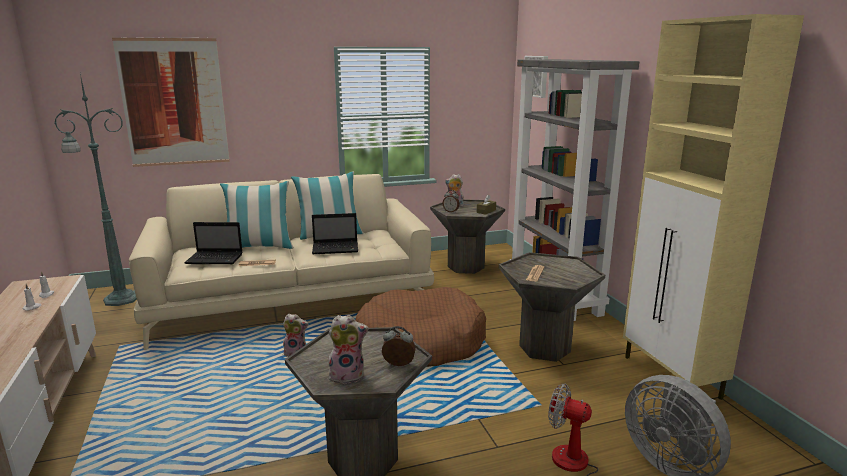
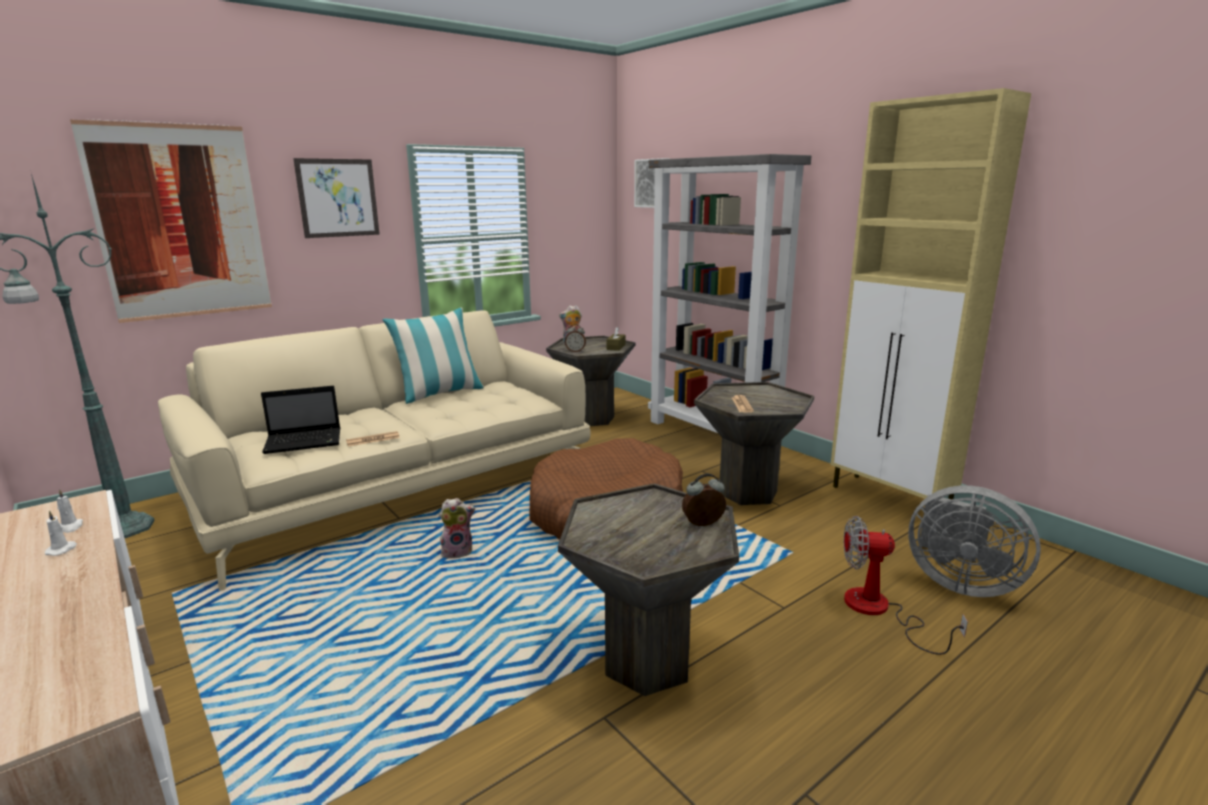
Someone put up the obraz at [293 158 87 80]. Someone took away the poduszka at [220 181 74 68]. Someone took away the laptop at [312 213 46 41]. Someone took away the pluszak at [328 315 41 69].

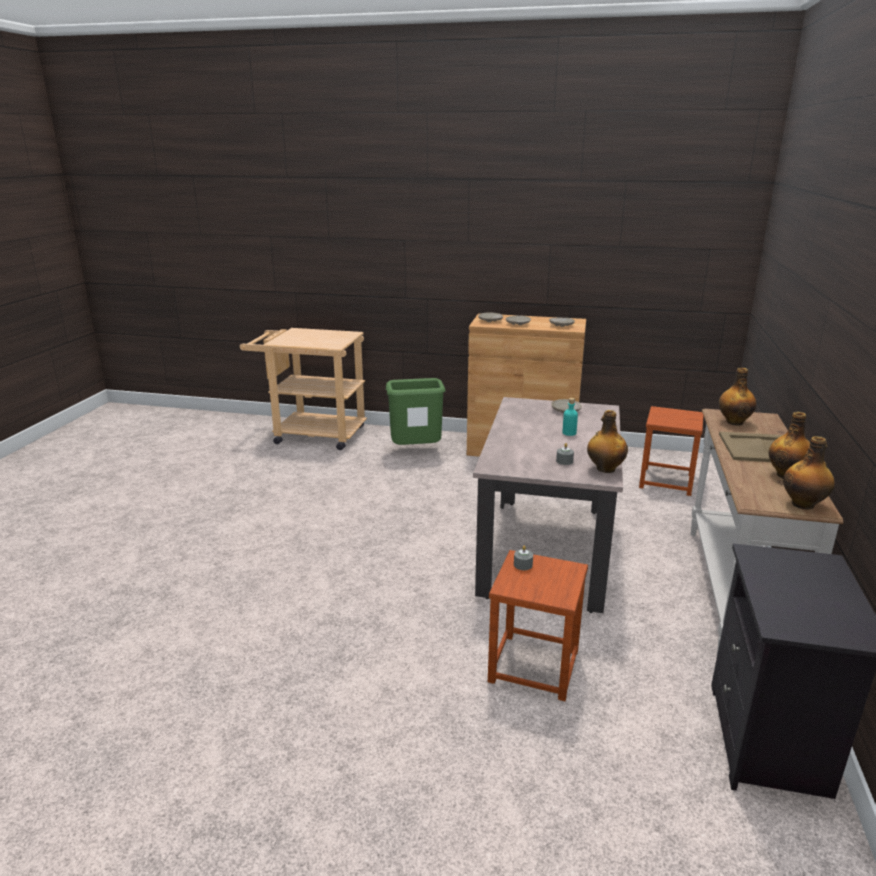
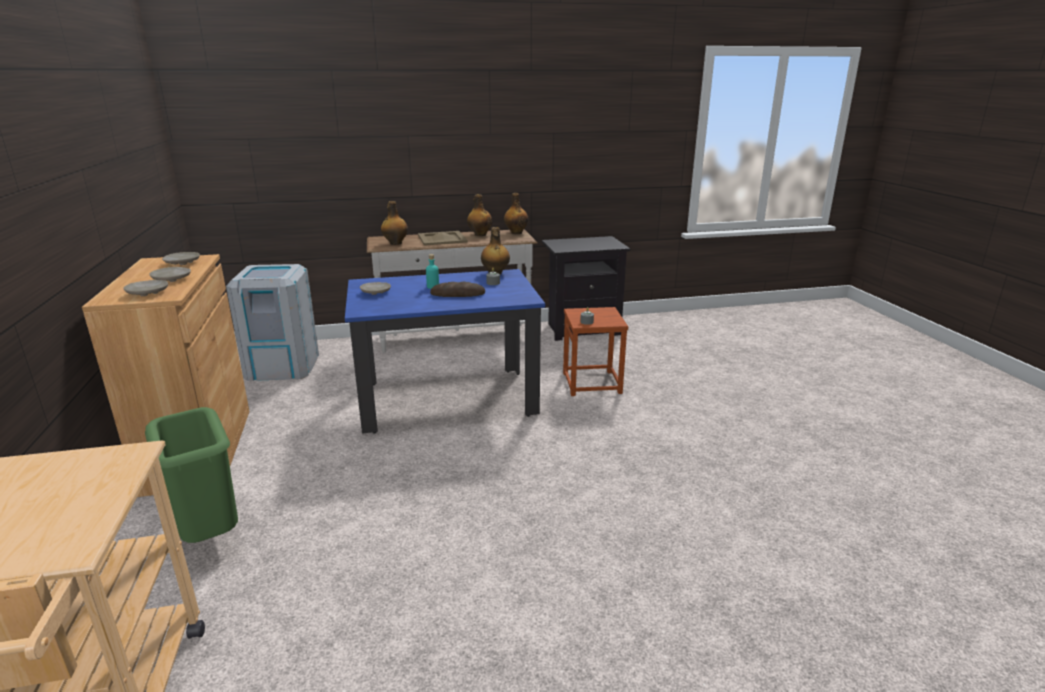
Someone swapped the stołek [brązowy] at [639 406 65 90] for the kosz na śmieci [szary] at [226 264 93 117]. Someone repainted the stół jadalny [beżowy] at [473 397 150 216], which became the stół jadalny [niebieski] at [345 269 200 165]. Someone put down the chleb at [430 282 55 15].

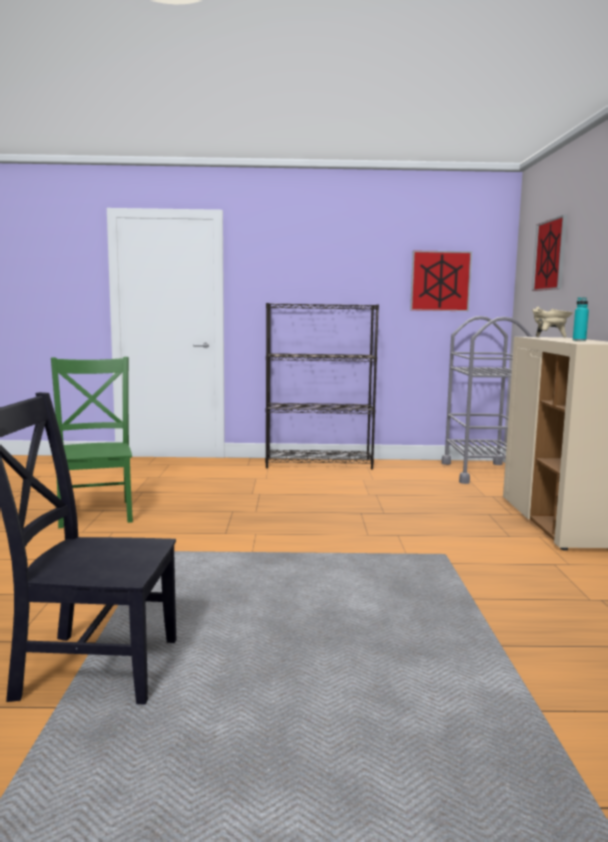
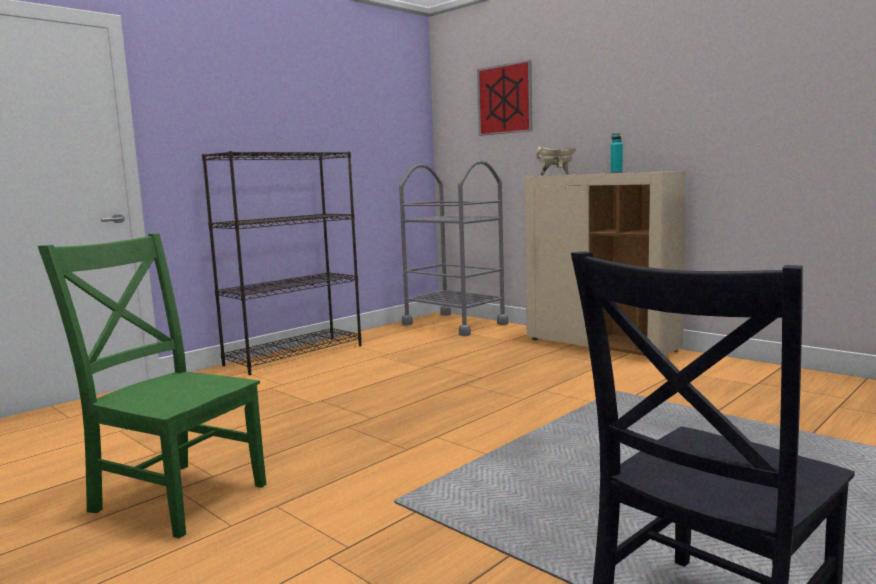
Someone took away the obraz at [410 251 62 60].

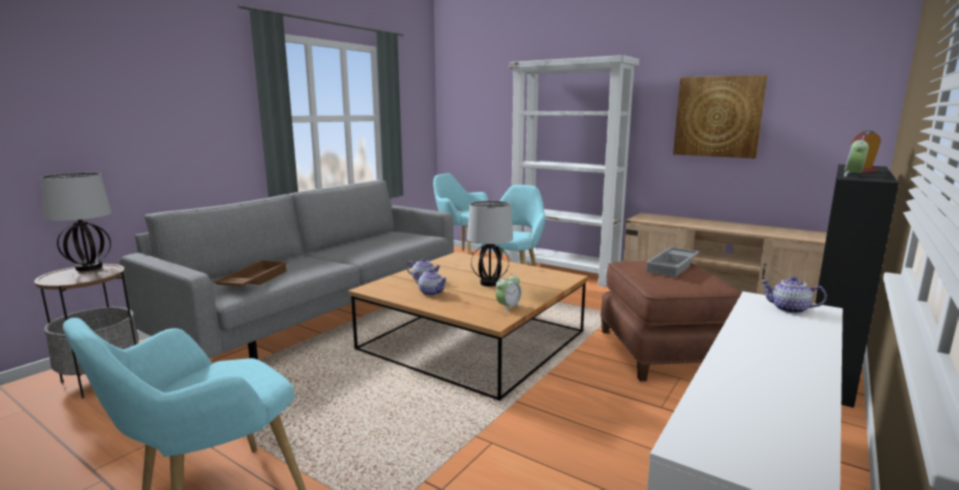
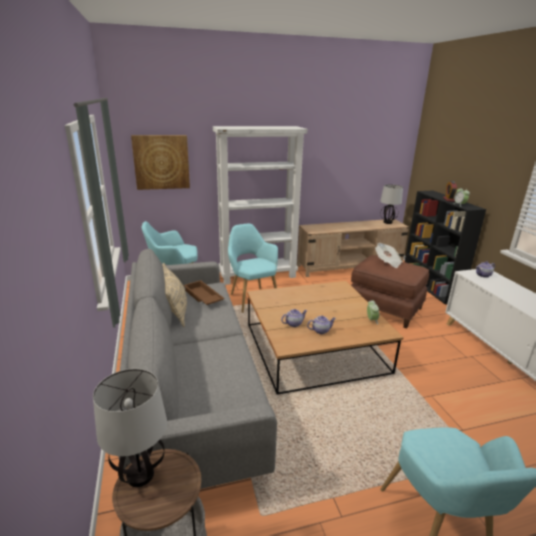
Someone carried the obraz from [673 75 95 84] to [131 135 59 55]. Someone put down the poduszka [beżowy] at [162 263 25 64]. Someone carried the taca [brązowy] from [213 260 75 26] to [184 280 41 25]. Someone swapped the taca [szary] at [645 247 55 30] for the gazeta at [375 243 28 25]. Someone carried the lampa stołowa from [467 201 46 86] to [380 184 23 40].

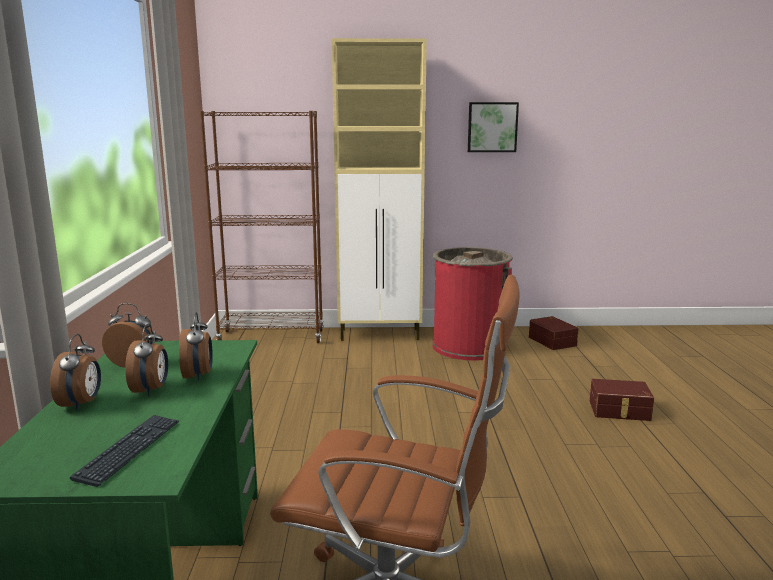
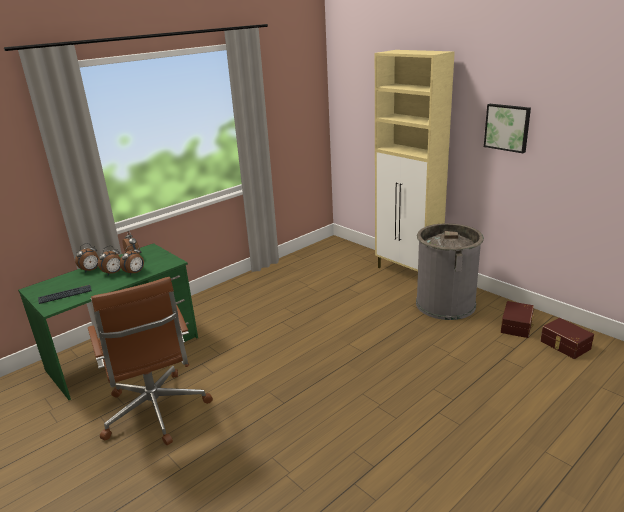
Someone repainted the kosz na śmieci [czerwony] at [433 247 80 114], which became the kosz na śmieci [szary] at [416 223 68 97]. Someone carried the pojemnik do przechowywania [brązowy] from [590 379 64 42] to [540 318 54 41]. Someone took away the regał [brązowy] at [200 111 124 232].

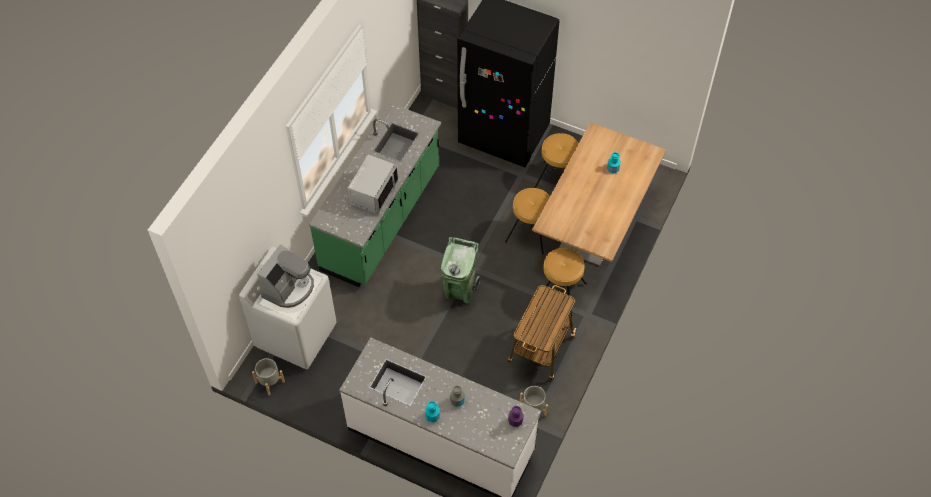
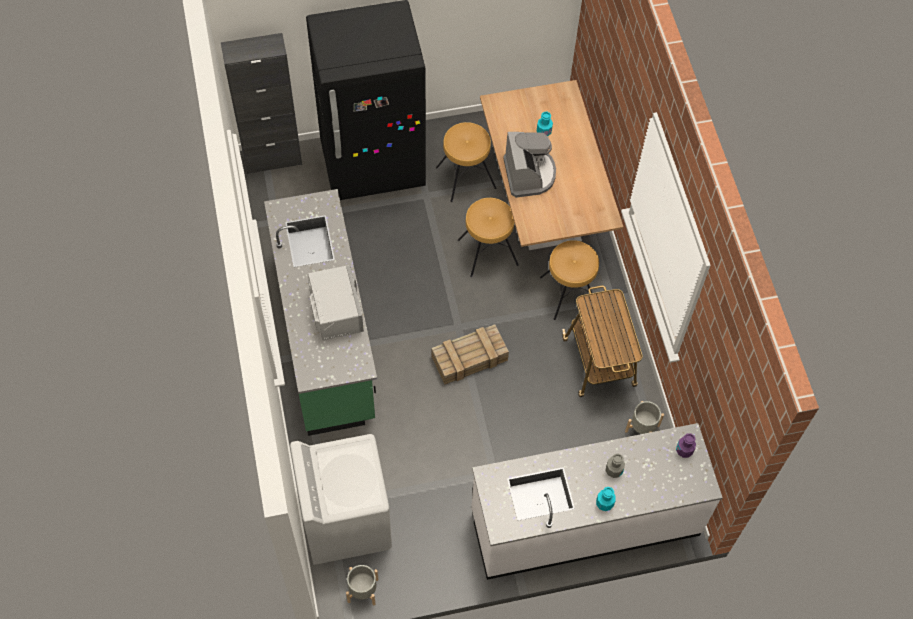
Someone swapped the kosz na śmieci [zielony] at [440 237 40 67] for the skrzynka at [432 325 77 60]. Someone carried the ekspres do kawy from [257 244 57 64] to [503 132 53 66].

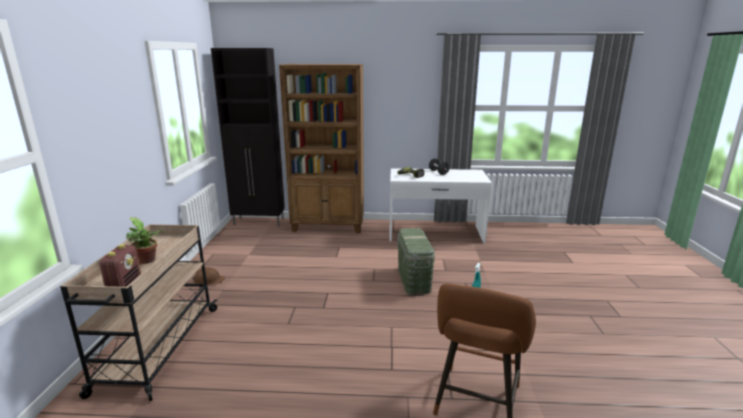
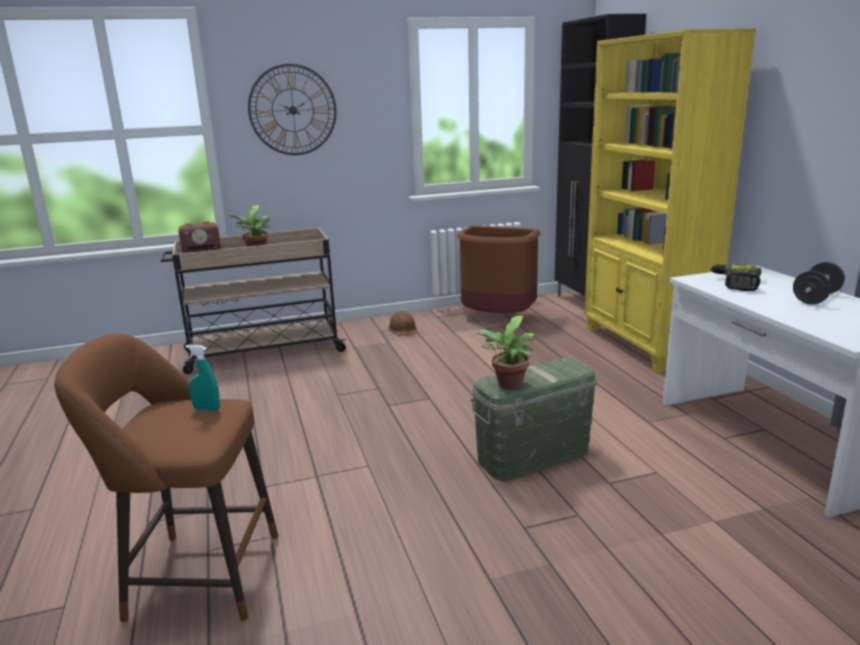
Someone put up the zegar ścienny at [248 64 89 91]. Someone put down the kosz na śmieci [brązowy] at [457 225 84 88]. Someone put down the roślina doniczkowa at [474 316 61 74]. Someone repainted the regał [brązowy] at [279 64 85 169], which became the regał [żółty] at [584 29 172 344].

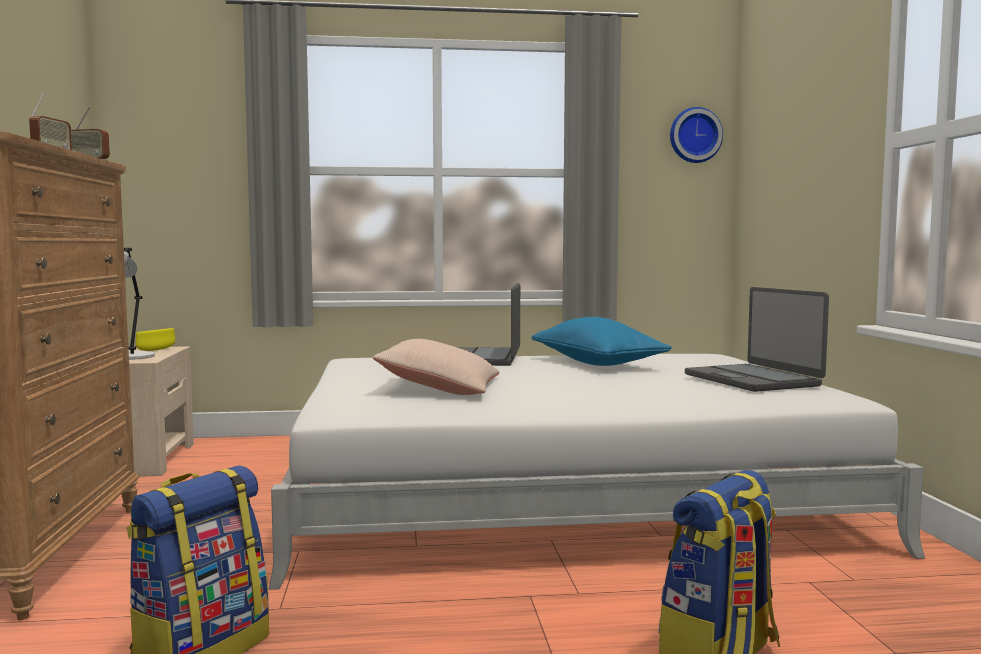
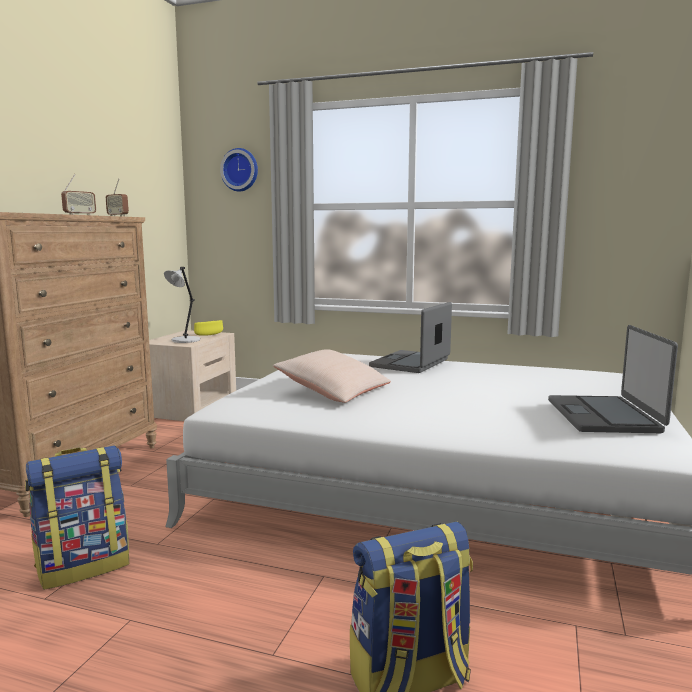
Someone carried the zegar ścienny from [670 107 53 56] to [220 148 38 44]. Someone took away the poduszka [niebieski] at [532 317 140 49].

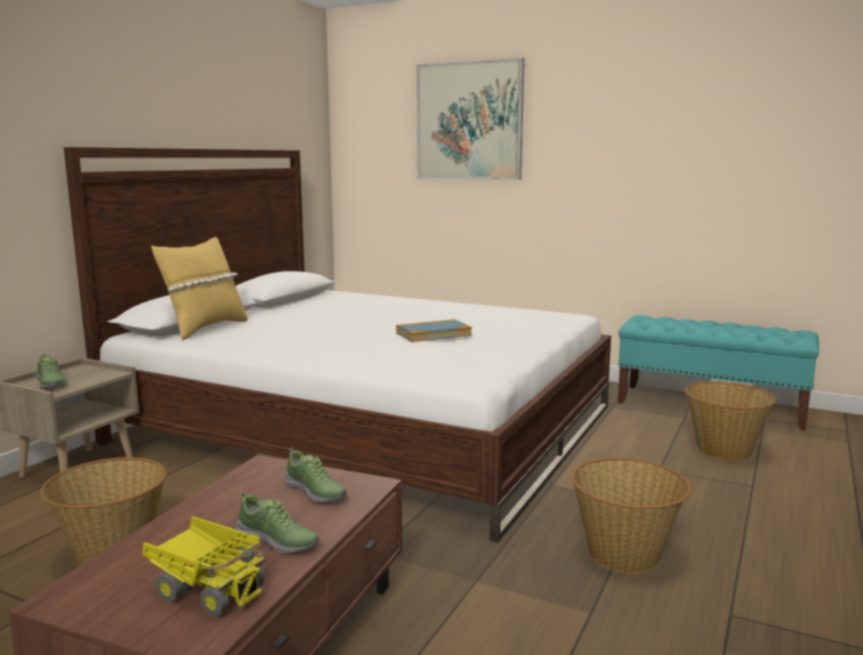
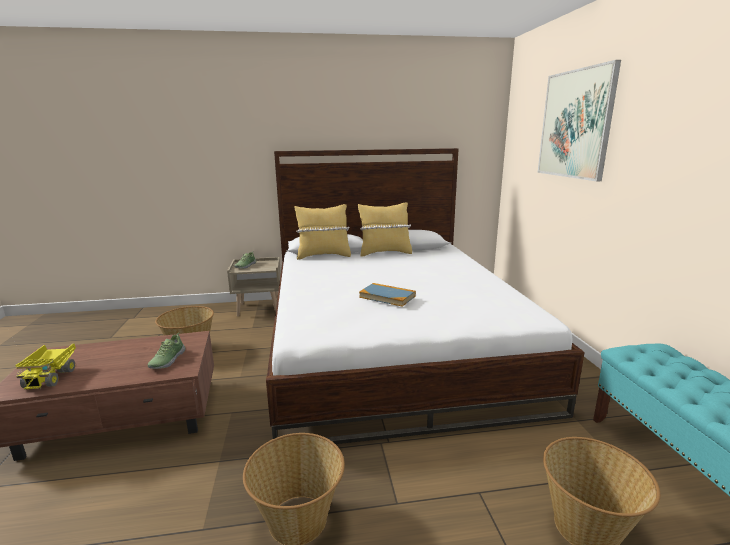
Someone put down the poduszka [żółty] at [358 202 54 55]. Someone took away the but at [236 492 83 61].

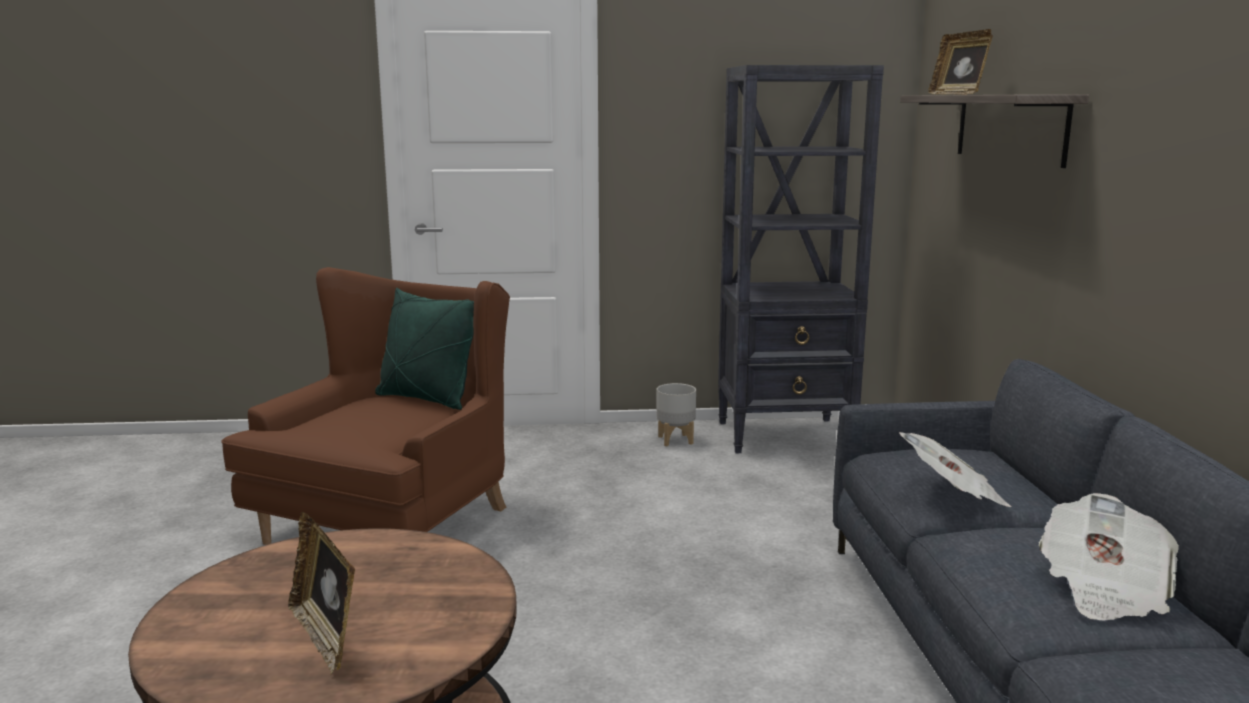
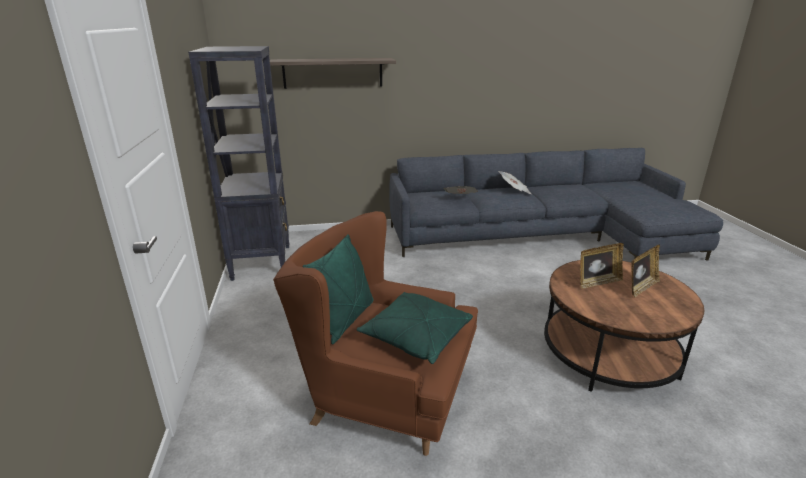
Someone put down the poduszka [zielony] at [357 292 116 72]. Someone carried the ramka na zdjęcie from [928 29 65 66] to [580 243 44 46]. Someone took away the donica [szary] at [656 383 40 63].

